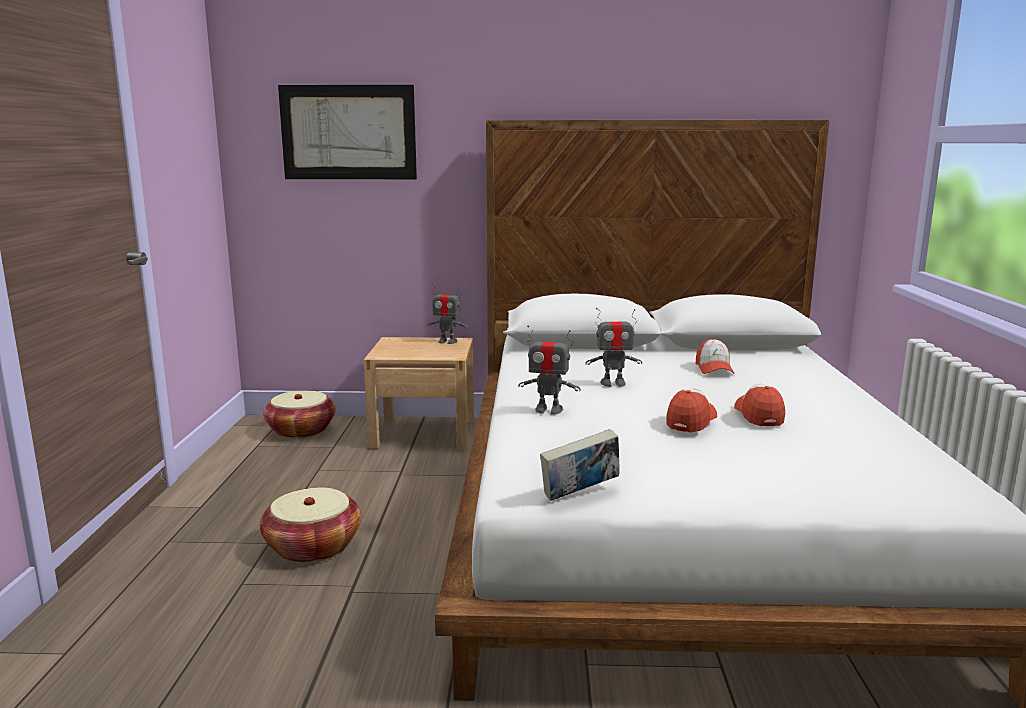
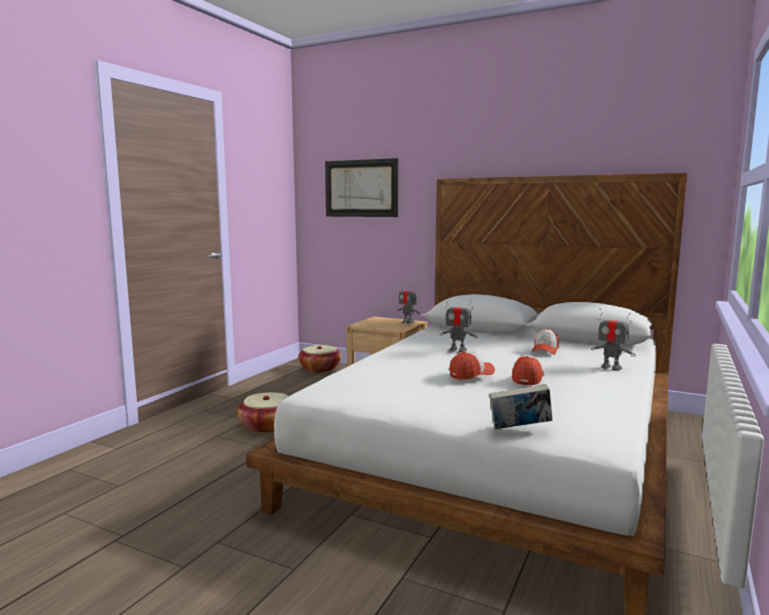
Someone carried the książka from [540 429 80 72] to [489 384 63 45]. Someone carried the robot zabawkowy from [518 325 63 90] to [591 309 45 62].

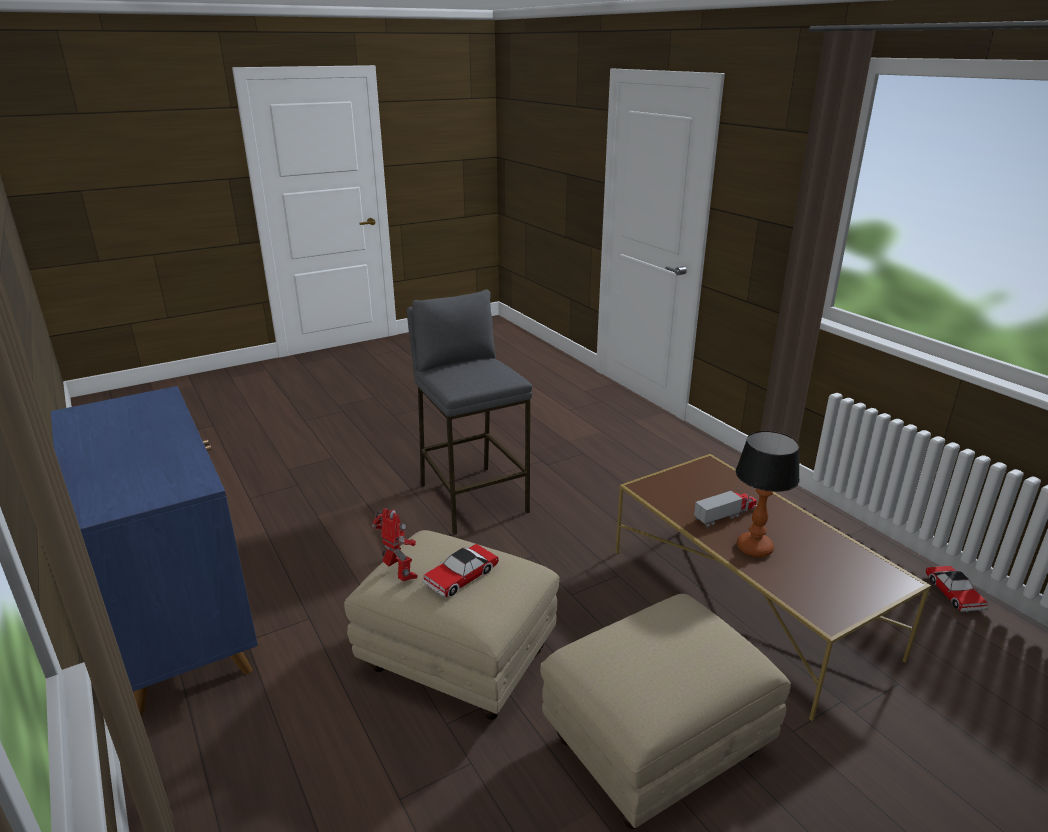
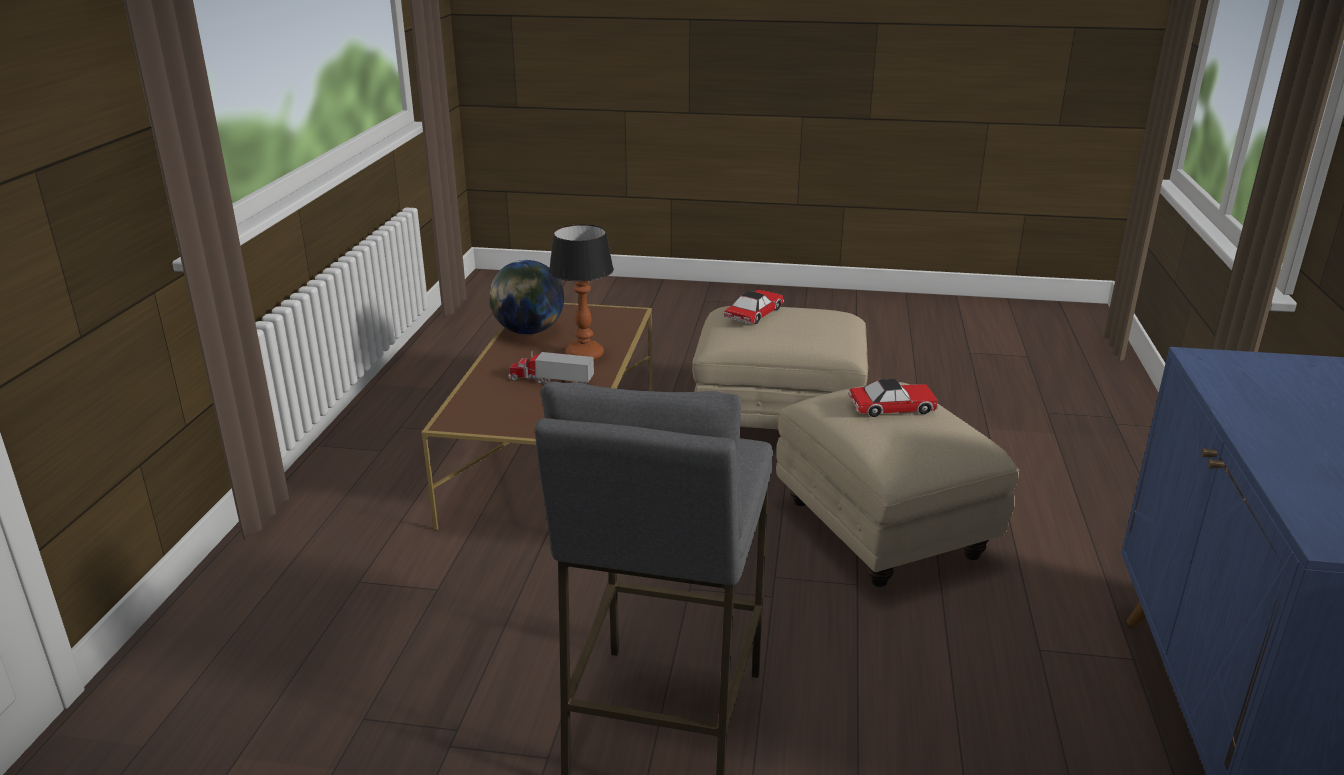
Someone put down the globus at [489 260 75 74]. Someone carried the samochodzik from [925 566 63 46] to [724 290 60 34]. Someone took away the robot zabawkowy at [372 508 45 73].

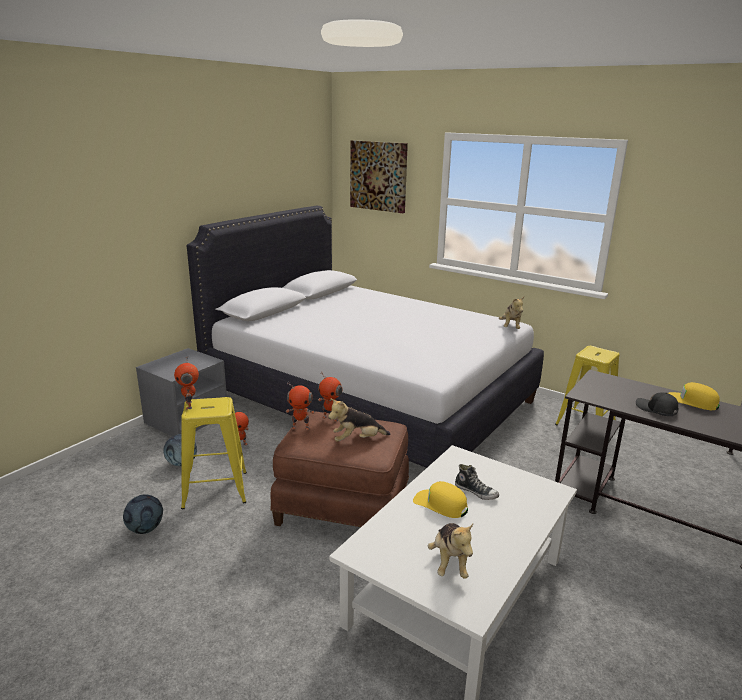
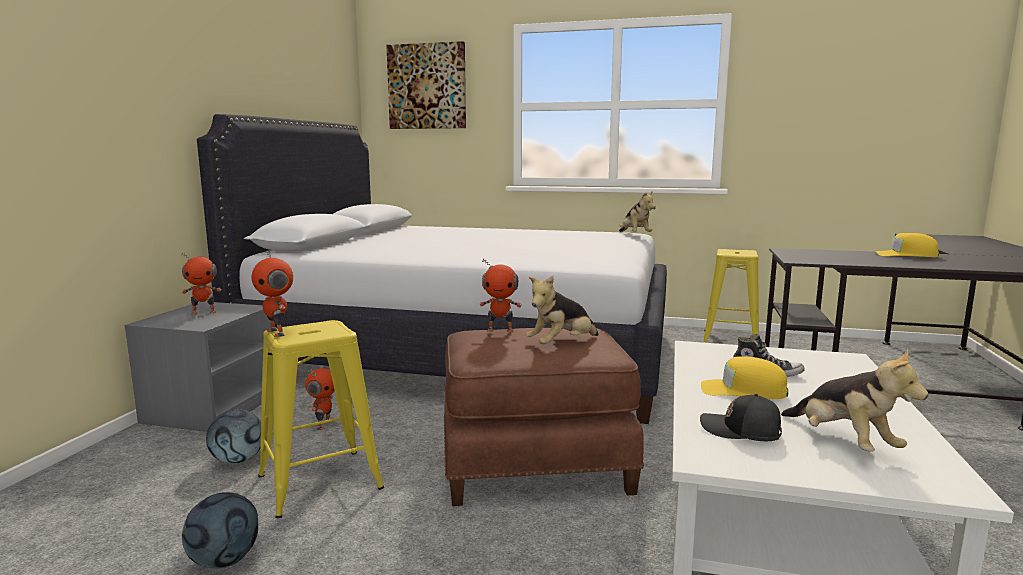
Someone carried the robot zabawkowy from [286 383 29 47] to [181 252 41 63]. Someone carried the czapka z daszkiem [czarny] from [636 392 43 24] to [700 394 82 47].

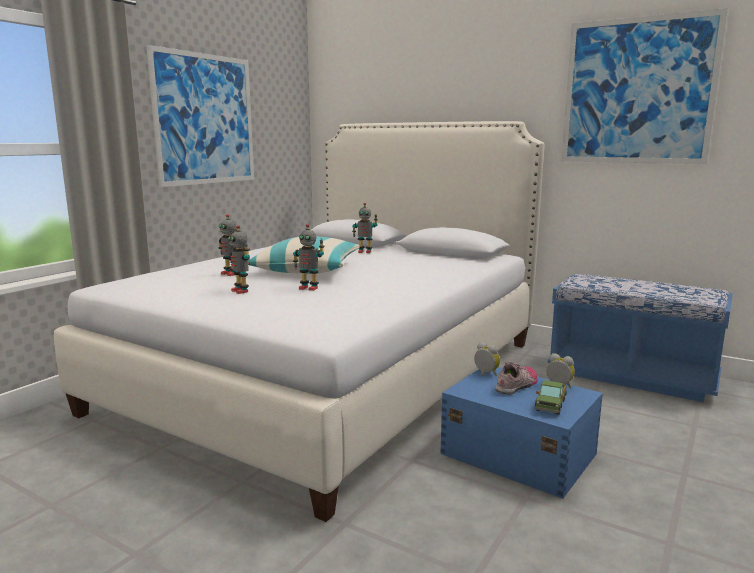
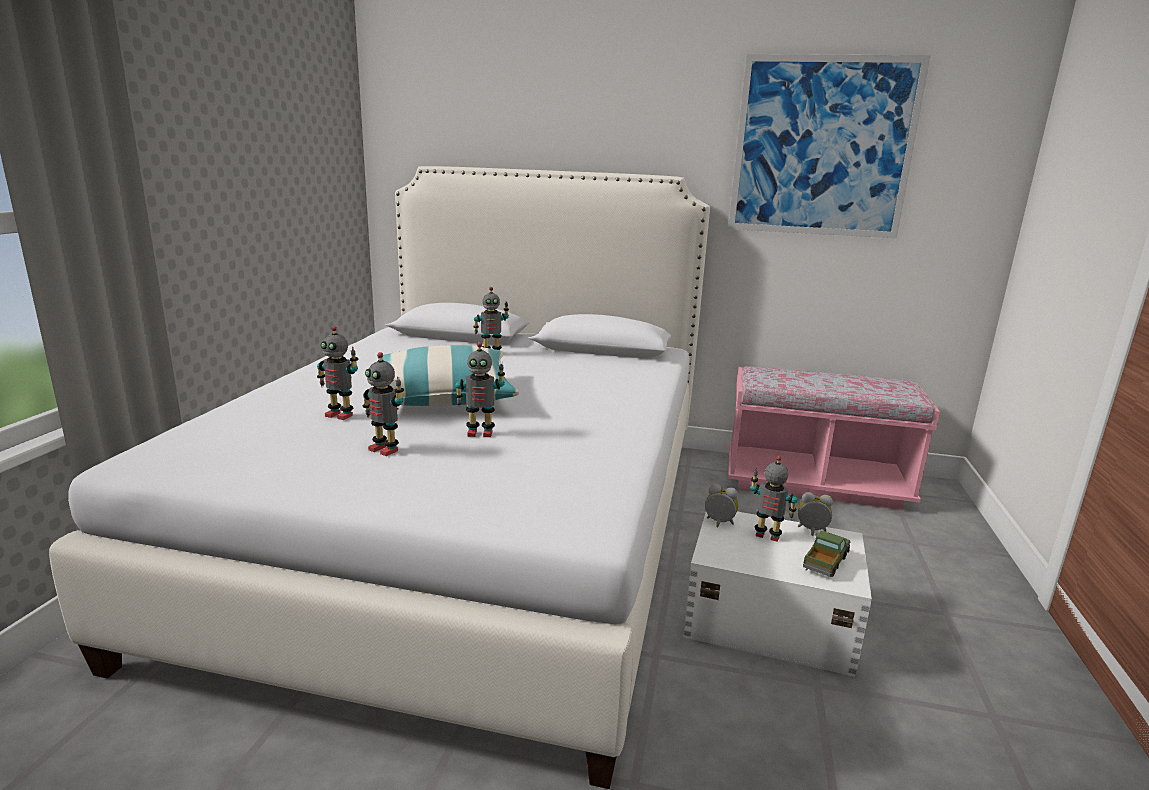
Someone repainted the pojemnik do przechowywania [niebieski] at [440 367 163 131], which became the pojemnik do przechowywania [biały] at [683 511 189 166]. Someone repainted the ławka [niebieski] at [548 274 185 128], which became the ławka [różowy] at [728 366 212 144]. Someone swapped the but at [495 361 43 34] for the robot zabawkowy at [750 456 47 86]. Someone rotated the ciężarówka zabawkowa at [535 380 32 35] by 150 degrees counterclockwise. Someone took away the obraz at [146 45 108 142].

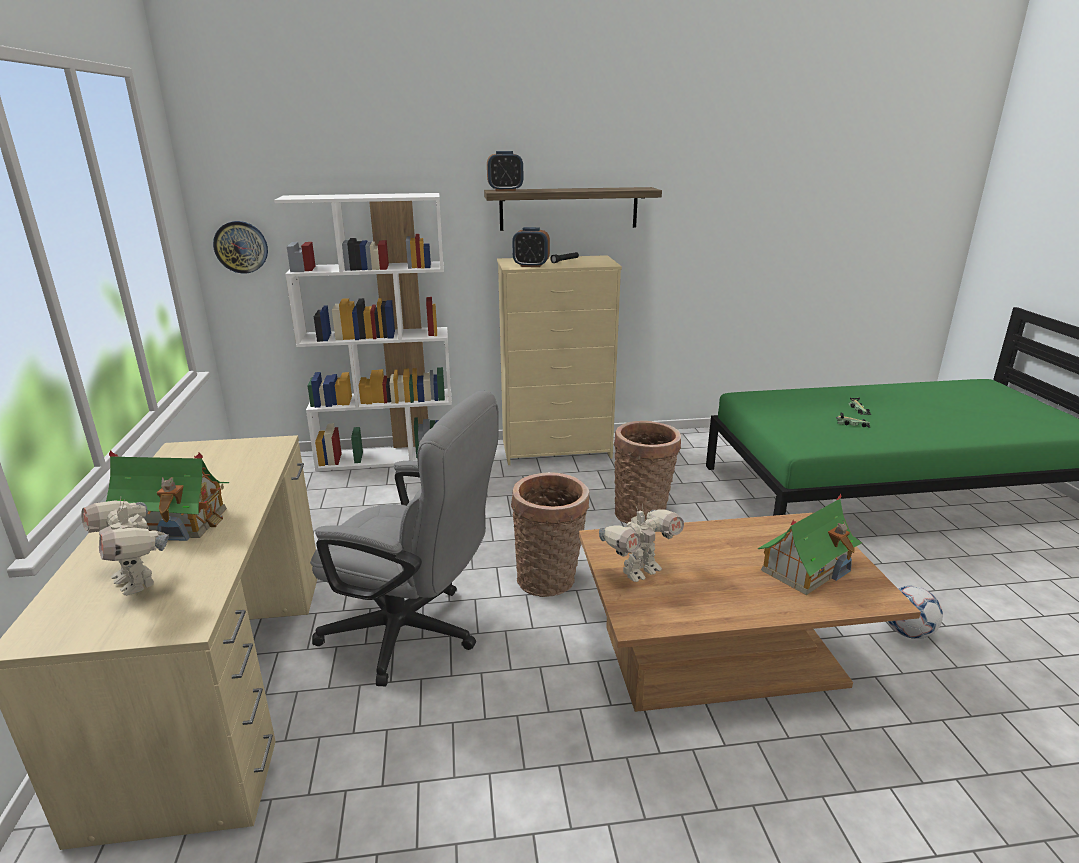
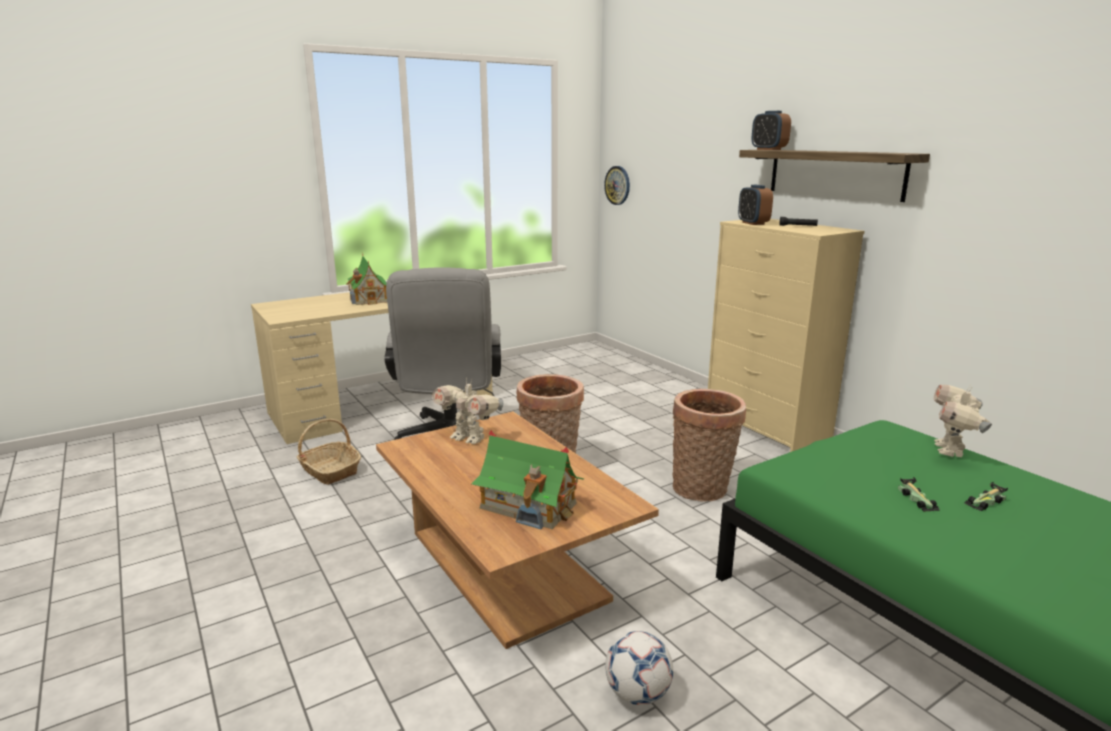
Someone put down the koszyk at [297 419 64 65]. Someone carried the robot zabawkowy from [81 497 88 98] to [934 385 58 72]. Someone took away the regał [biały] at [274 193 178 278].

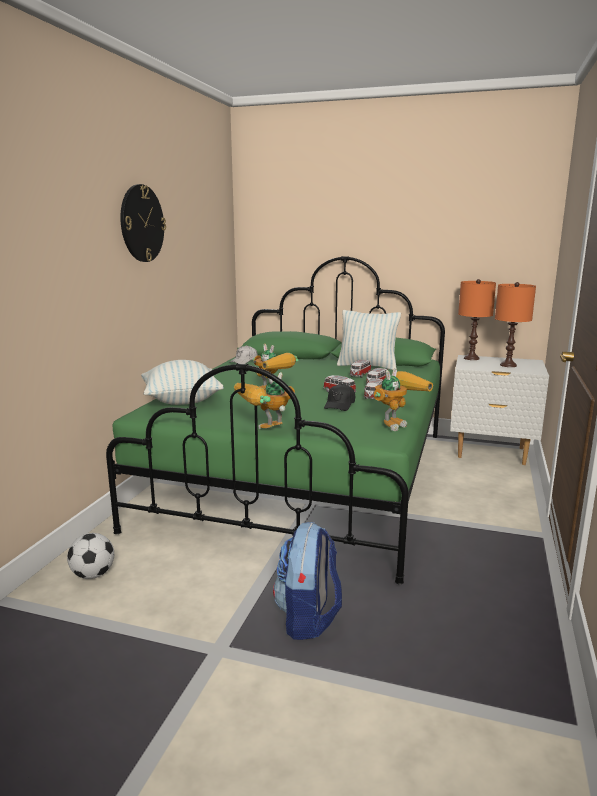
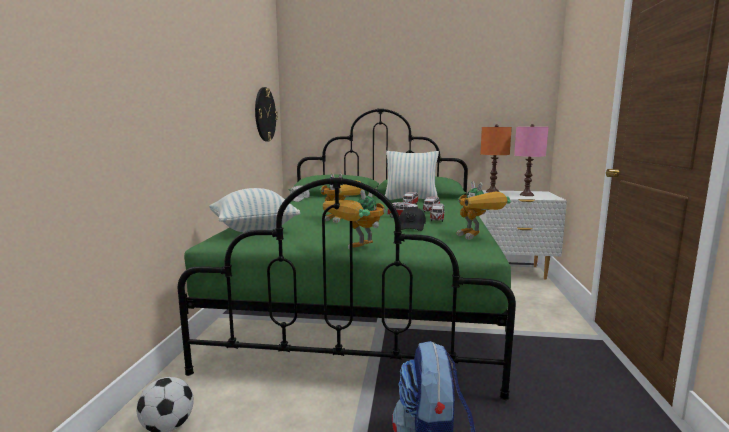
Someone carried the zegar ścienny from [120 184 46 78] to [255 87 23 55]. Someone rotated the robot zabawkowy at [373 368 60 63] by 120 degrees clockwise. Someone repainted the lampa stołowa [pomarańczowy] at [495 282 41 85], which became the lampa stołowa [różowy] at [514 124 34 72].

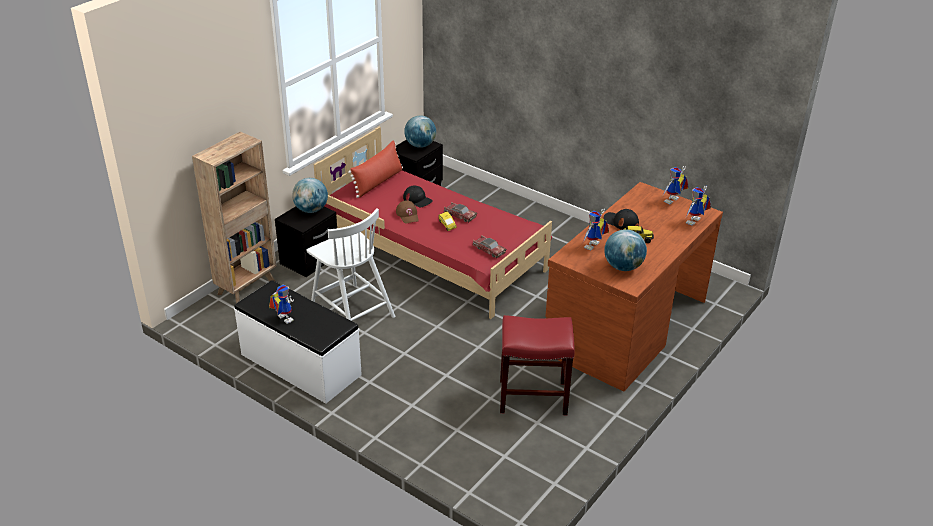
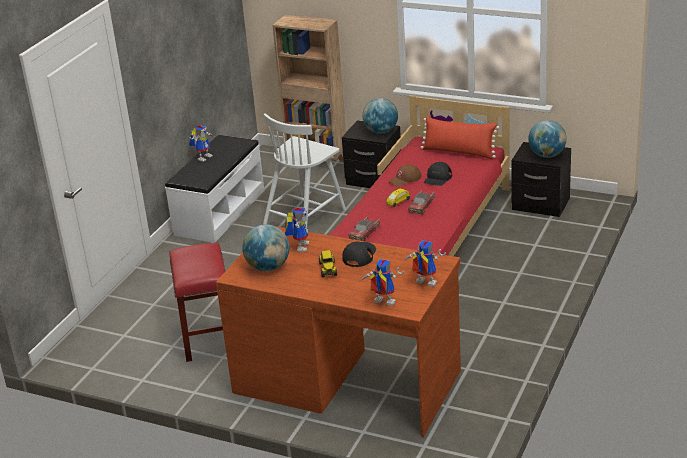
Someone rotated the robot zabawkowy at [583 209 26 41] by 75 degrees clockwise.

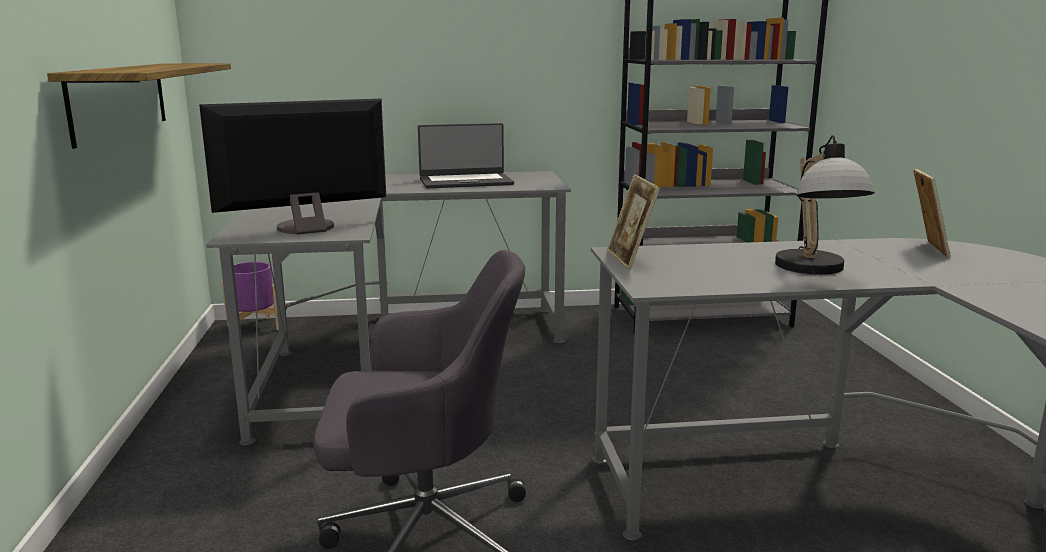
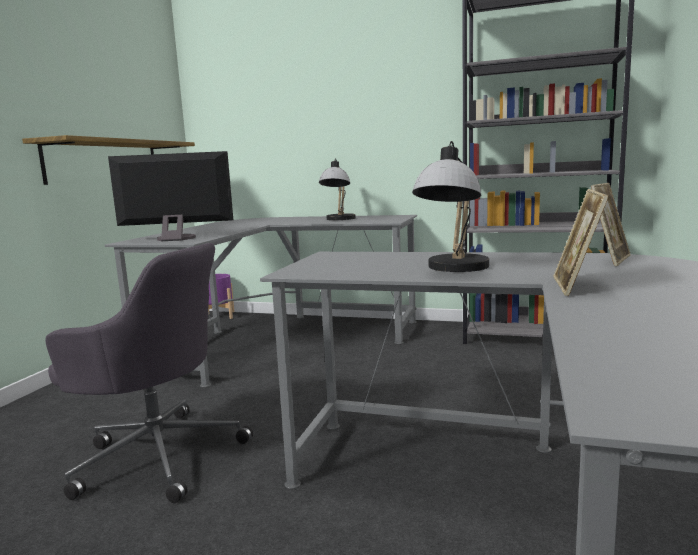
Someone swapped the laptop at [418 123 96 65] for the lampa stołowa at [319 158 36 62]. Someone carried the ramka na zdjęcie from [607 174 53 96] to [553 189 56 107].

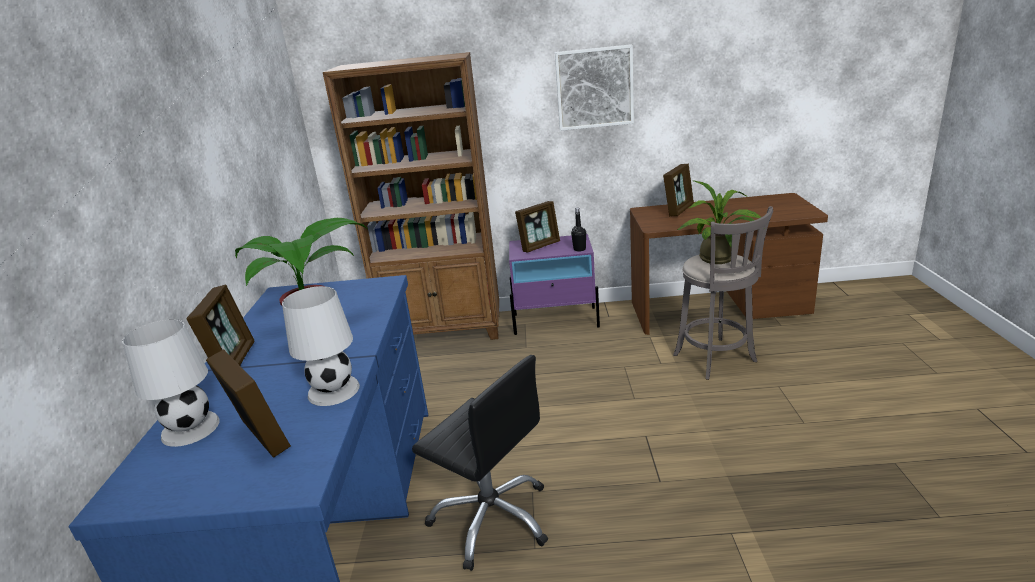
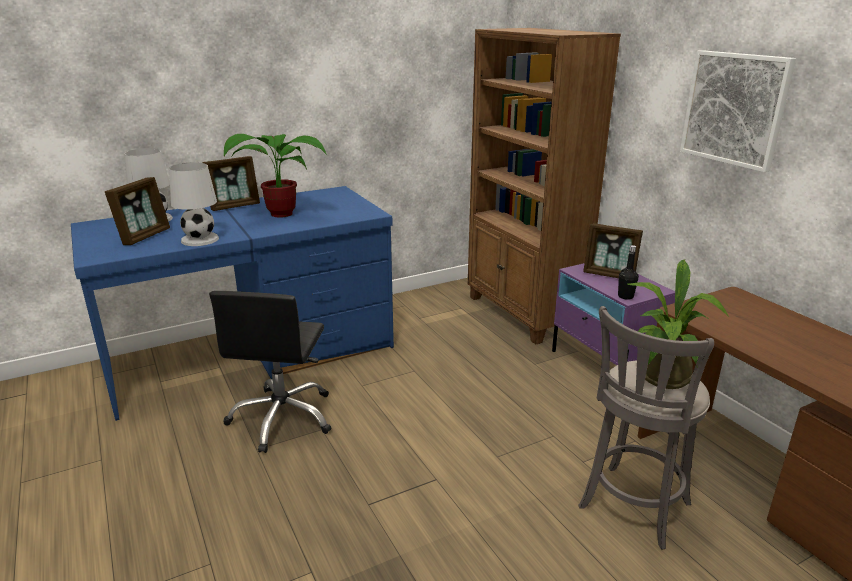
Someone took away the ramka na zdjęcie at [663 164 31 52].

